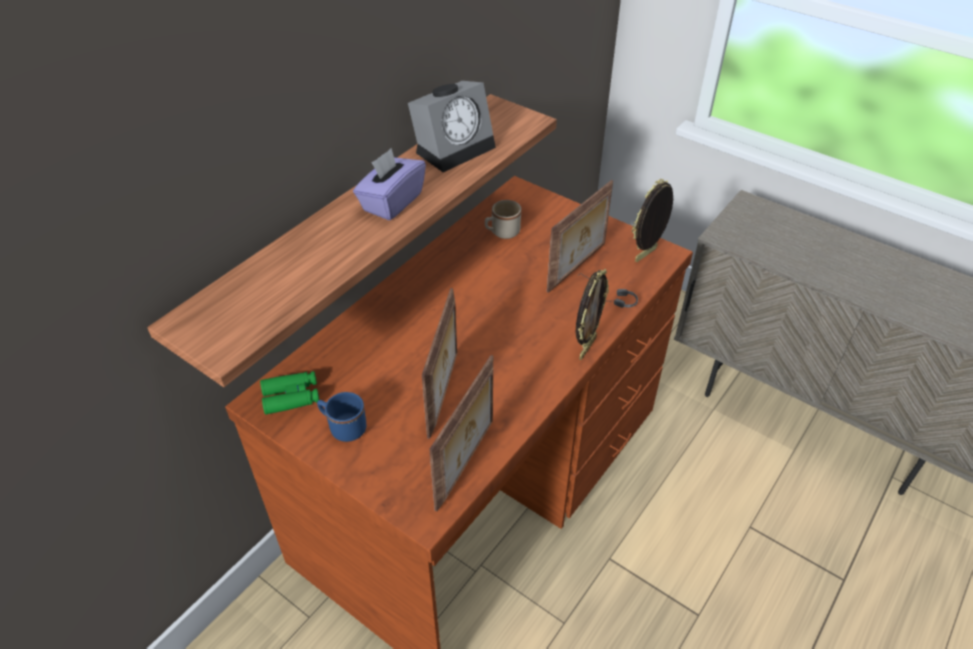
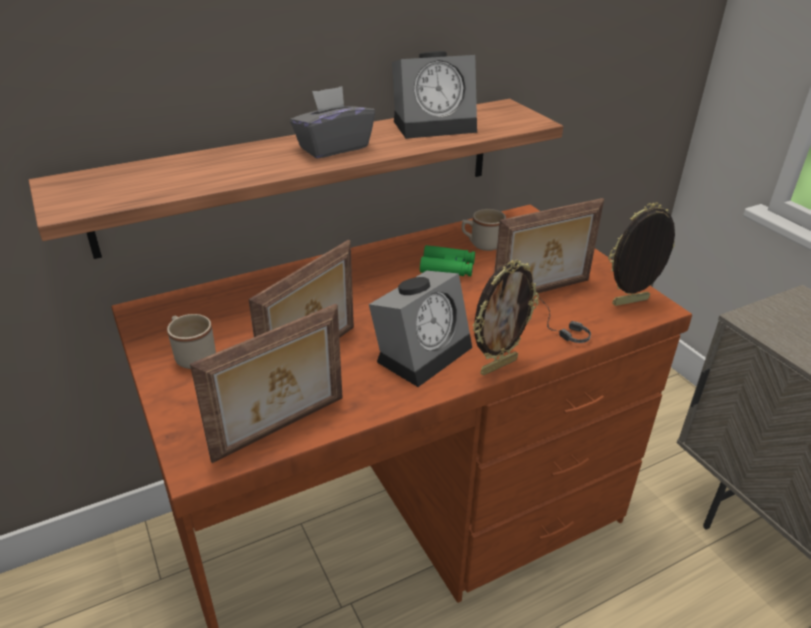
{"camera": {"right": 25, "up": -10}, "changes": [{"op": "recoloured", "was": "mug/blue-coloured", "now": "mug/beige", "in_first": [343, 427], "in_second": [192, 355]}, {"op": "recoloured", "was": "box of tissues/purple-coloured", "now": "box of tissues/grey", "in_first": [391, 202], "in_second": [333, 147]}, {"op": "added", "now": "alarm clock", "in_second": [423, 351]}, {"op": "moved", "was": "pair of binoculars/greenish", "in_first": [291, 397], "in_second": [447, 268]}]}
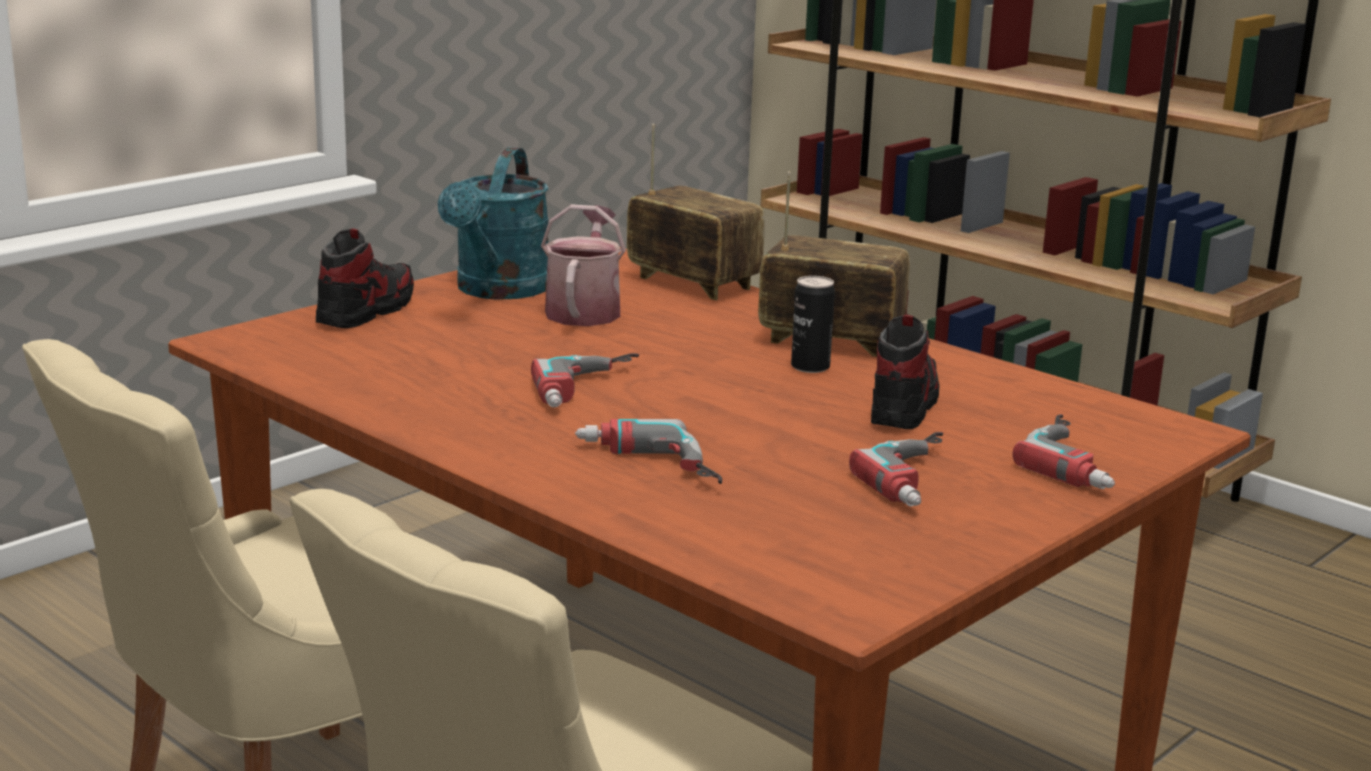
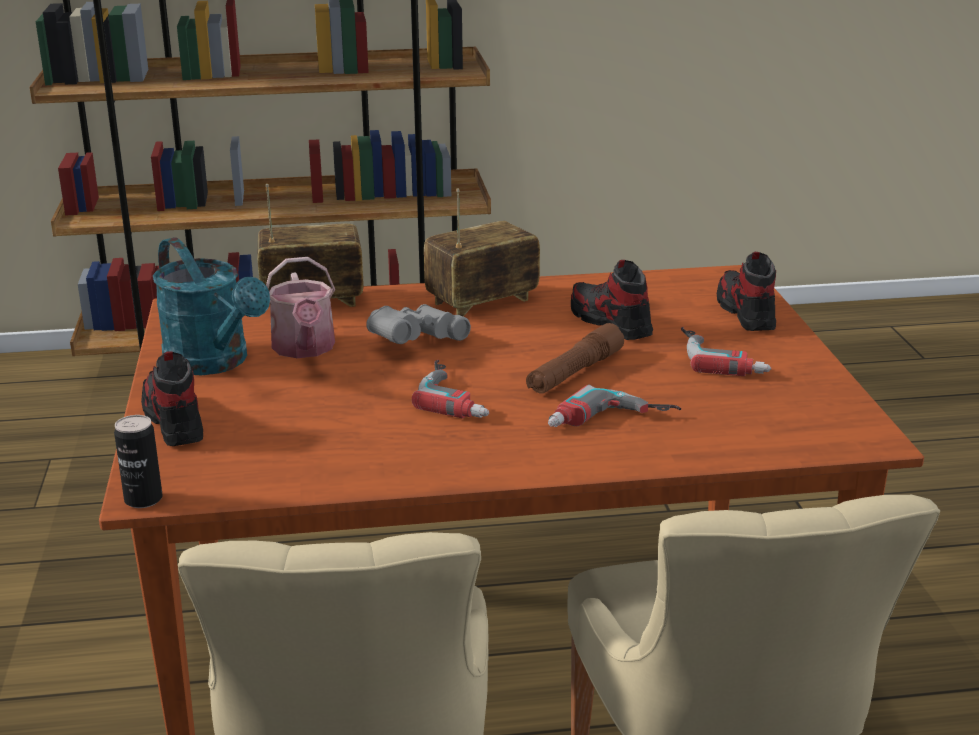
{"camera": {"right": -50, "up": 5}, "changes": [{"op": "moved", "was": "can", "in_first": [810, 367], "in_second": [143, 499]}, {"op": "turned", "was": "watering pot", "in_first": [584, 310], "in_second": [304, 349], "clockwise": -150}, {"op": "added", "now": "pair of binoculars/grey", "in_second": [413, 342]}, {"op": "added", "now": "torch/brown", "in_second": [575, 373]}, {"op": "replaced", "was": "drill", "now": "shoe", "in_first": [1081, 461], "in_second": [745, 313]}]}
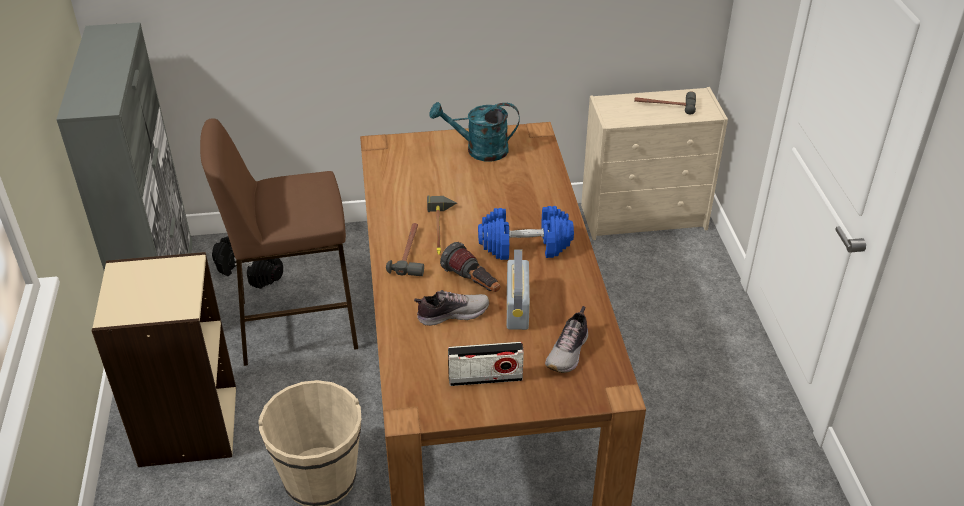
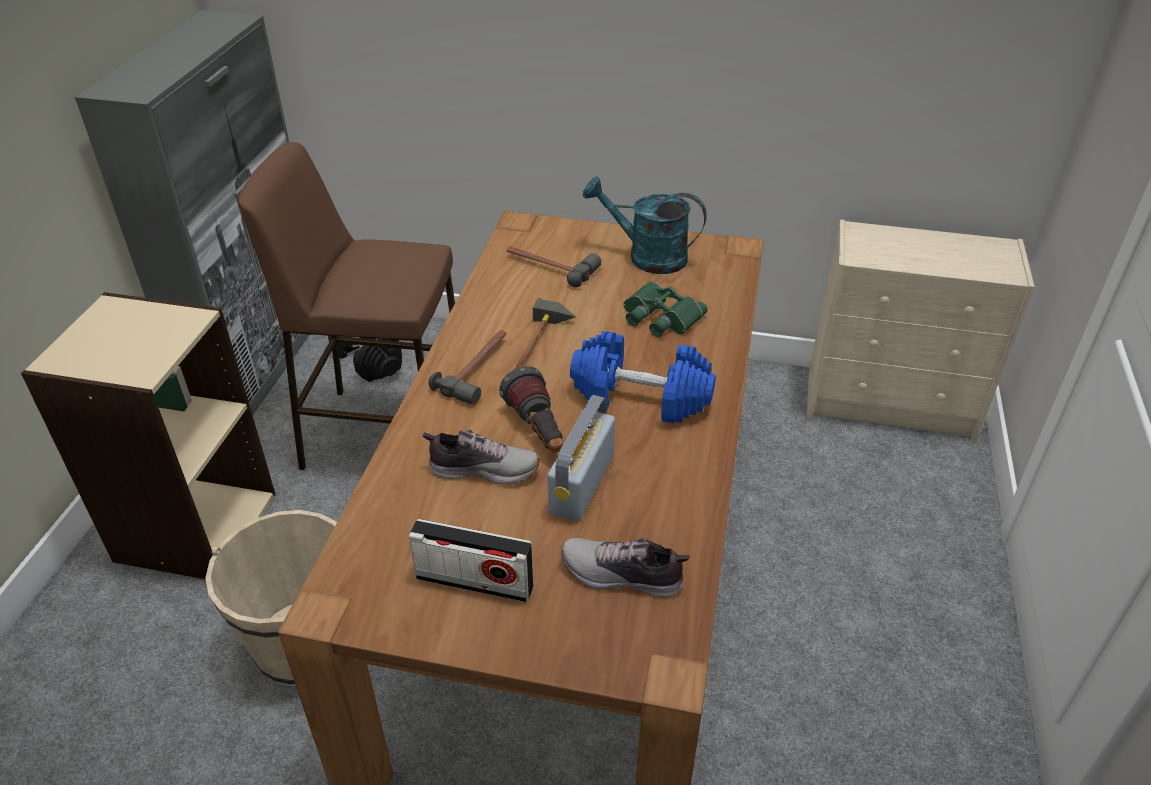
{"camera": {"right": 20, "up": 0}, "changes": [{"op": "moved", "was": "hammer", "in_first": [664, 105], "in_second": [549, 267]}, {"op": "turned", "was": "shoe", "in_first": [568, 352], "in_second": [622, 576], "clockwise": 60}, {"op": "added", "now": "pair of binoculars/greenish", "in_second": [659, 317]}]}
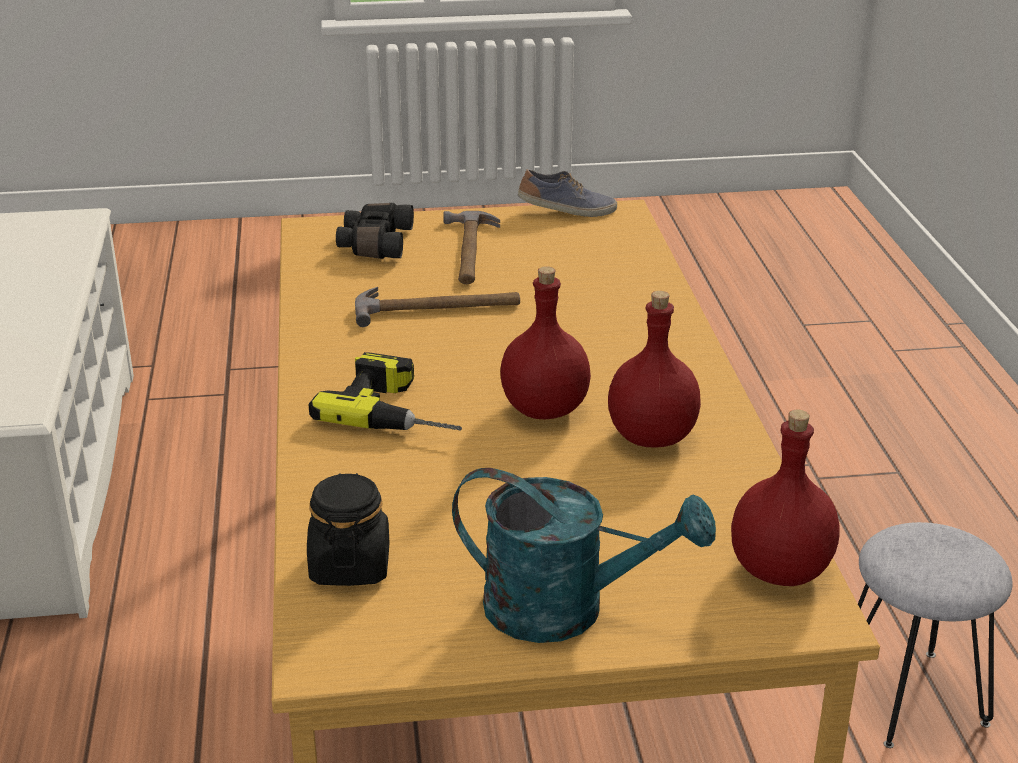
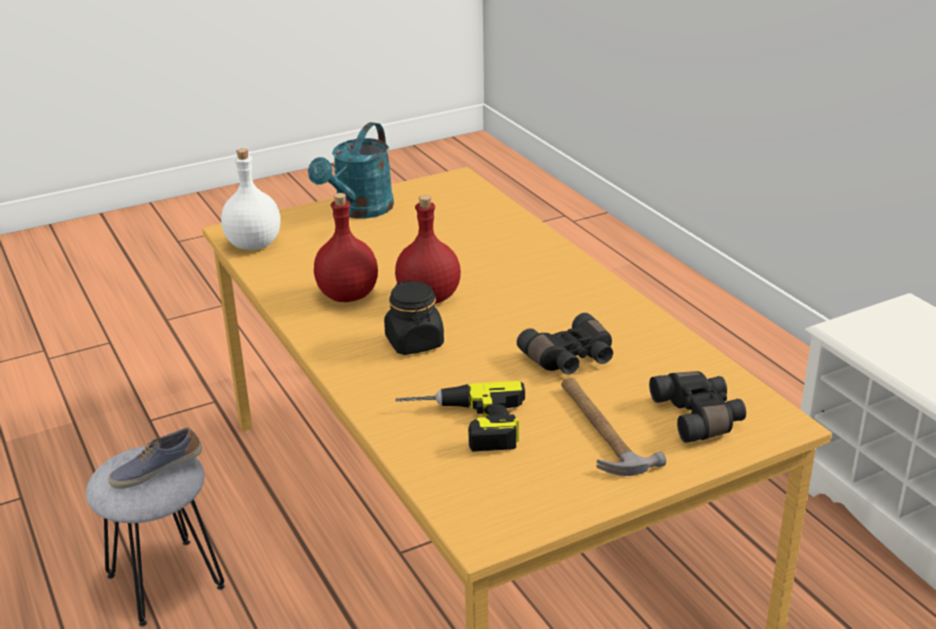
{"camera": {"right": 160, "up": 0}, "changes": [{"op": "moved", "was": "shoe", "in_first": [567, 211], "in_second": [157, 470]}, {"op": "recoloured", "was": "bottle/red", "now": "bottle/whitish", "in_first": [781, 569], "in_second": [253, 245]}, {"op": "turned", "was": "watering pot/turquoise", "in_first": [566, 610], "in_second": [359, 211], "clockwise": -60}, {"op": "moved", "was": "jar/black-coloured", "in_first": [350, 565], "in_second": [414, 343]}, {"op": "moved", "was": "drill", "in_first": [400, 409], "in_second": [462, 425]}, {"op": "replaced", "was": "hammer", "now": "pair of binoculars/black-coloured", "in_first": [438, 308], "in_second": [570, 359]}]}
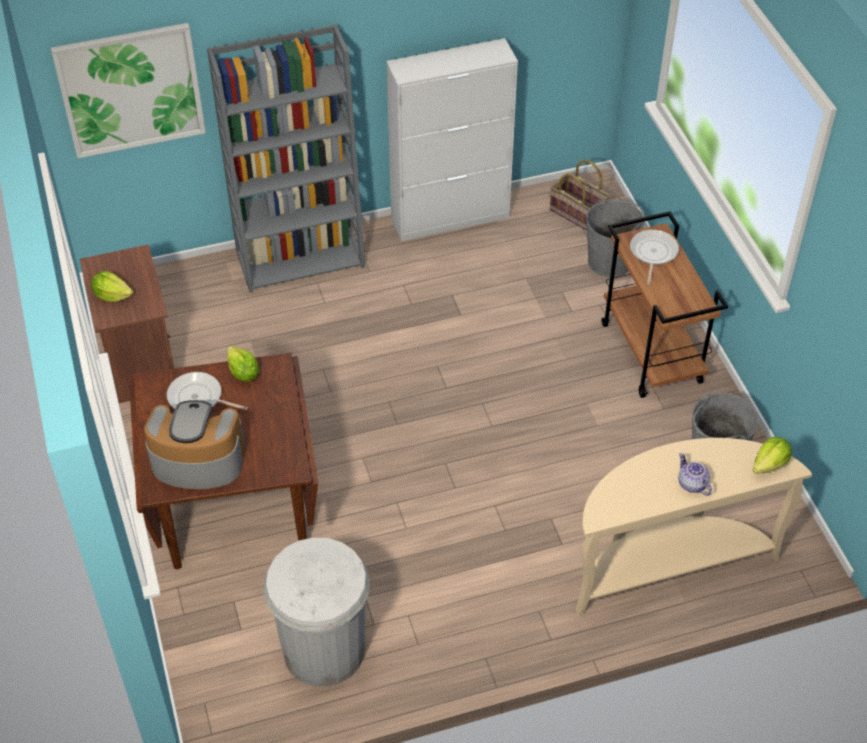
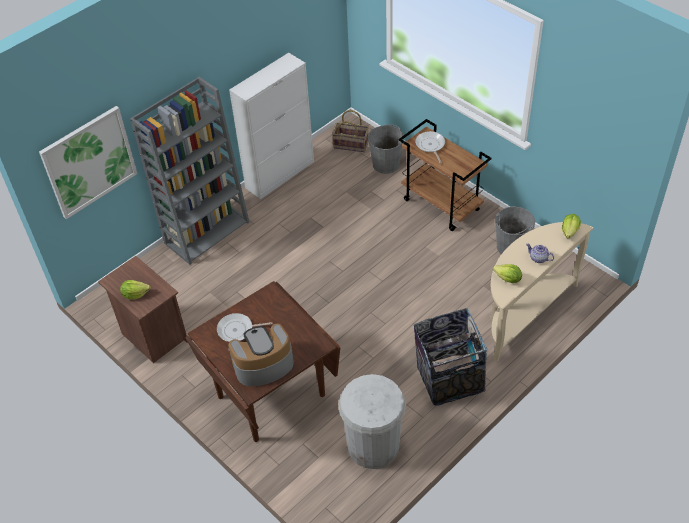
{"camera": {"right": -25, "up": 0}, "changes": [{"op": "added", "now": "trash can", "in_second": [448, 381]}, {"op": "moved", "was": "lettuce", "in_first": [243, 373], "in_second": [508, 279]}]}
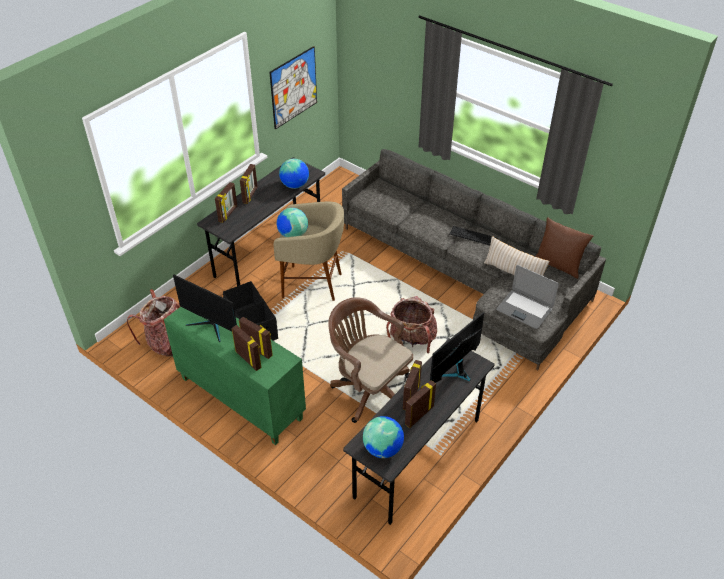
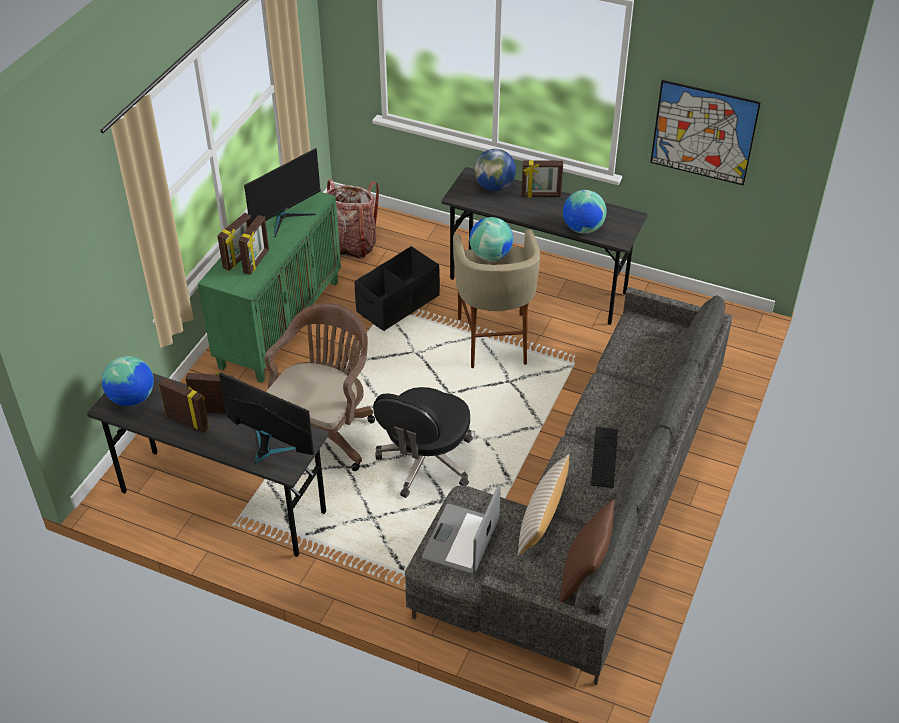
{"camera": {"right": 75, "up": 0}, "changes": [{"op": "turned", "was": "computer display", "in_first": [211, 325], "in_second": [285, 218], "clockwise": -150}, {"op": "replaced", "was": "backpack", "now": "computer chair/black-coloured", "in_first": [412, 340], "in_second": [425, 462]}, {"op": "replaced", "was": "standing frame", "now": "desk globe", "in_first": [228, 214], "in_second": [494, 186]}]}
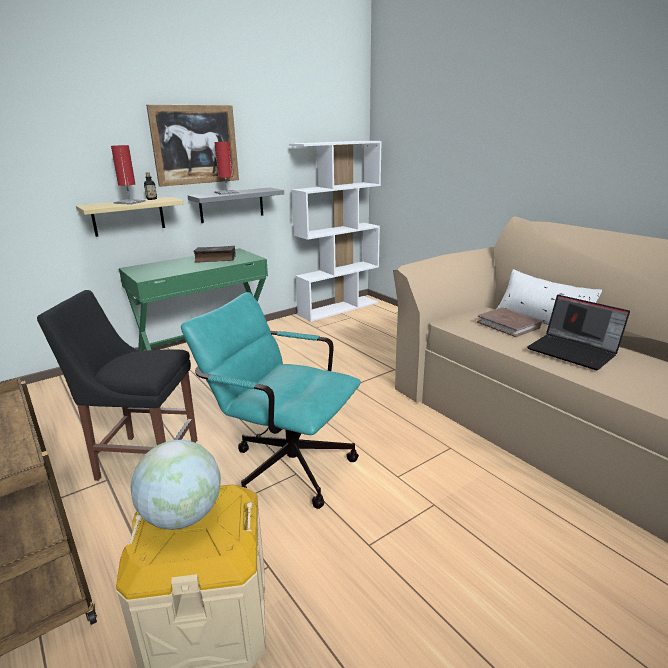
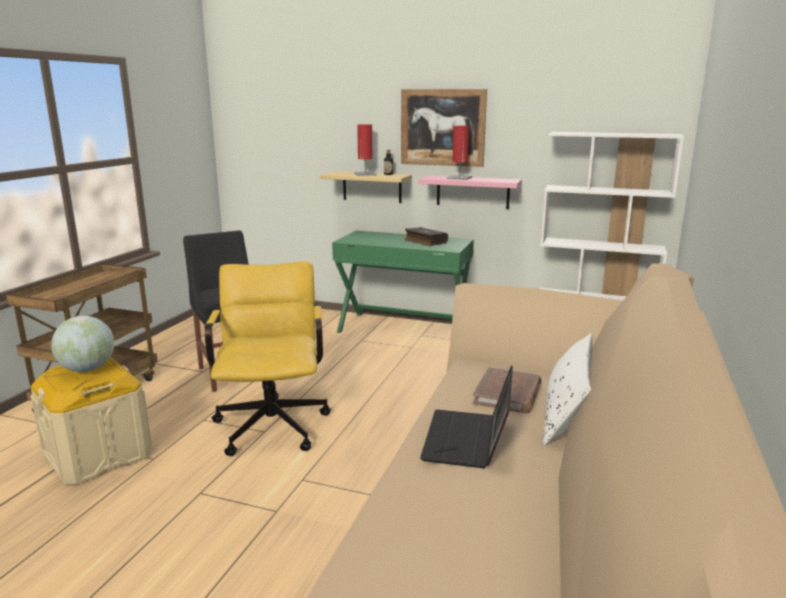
{"camera": {"right": 55, "up": -5}, "changes": [{"op": "recoloured", "was": "computer chair/turquoise", "now": "computer chair/yellow-coloured", "in_first": [283, 463], "in_second": [273, 421]}, {"op": "recoloured", "was": "wall shelf/grey", "now": "wall shelf/pinkish", "in_first": [231, 205], "in_second": [472, 192]}]}
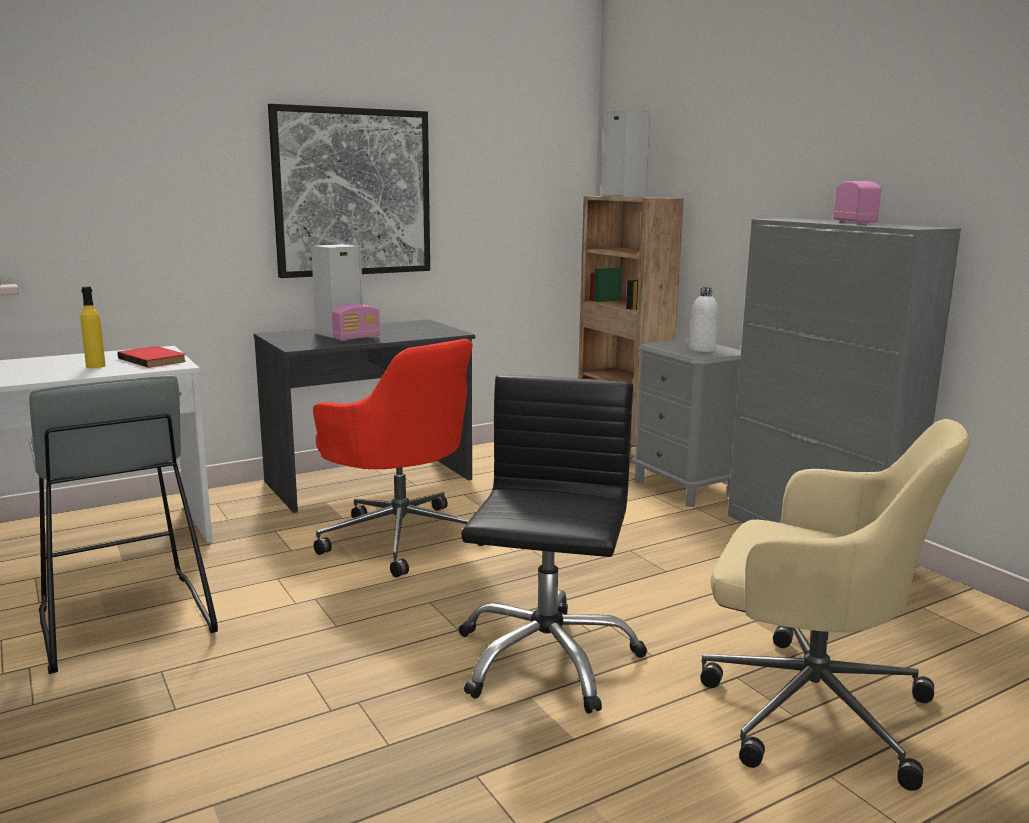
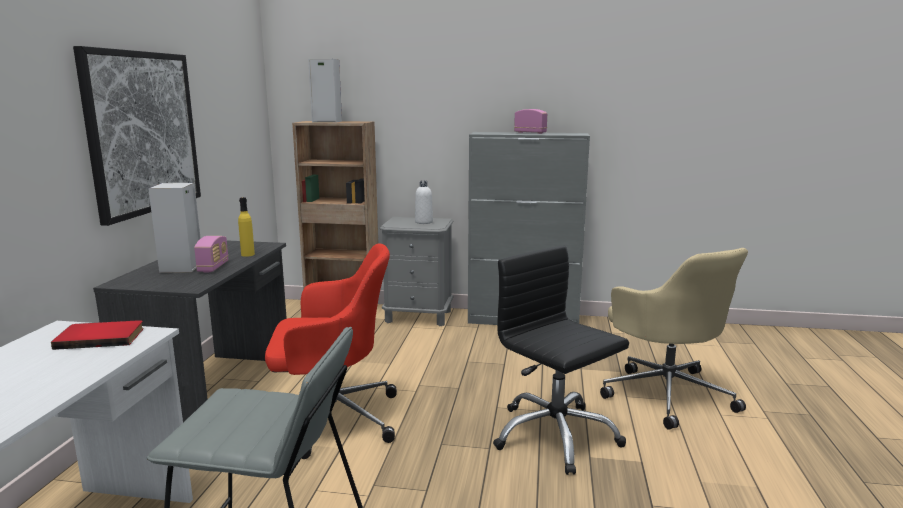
{"camera": {"right": -50, "up": 0}, "changes": [{"op": "moved", "was": "bottle/yellow-coloured", "in_first": [95, 366], "in_second": [248, 254]}, {"op": "turned", "was": "computer chair/beige", "in_first": [808, 707], "in_second": [666, 393], "clockwise": 90}]}
